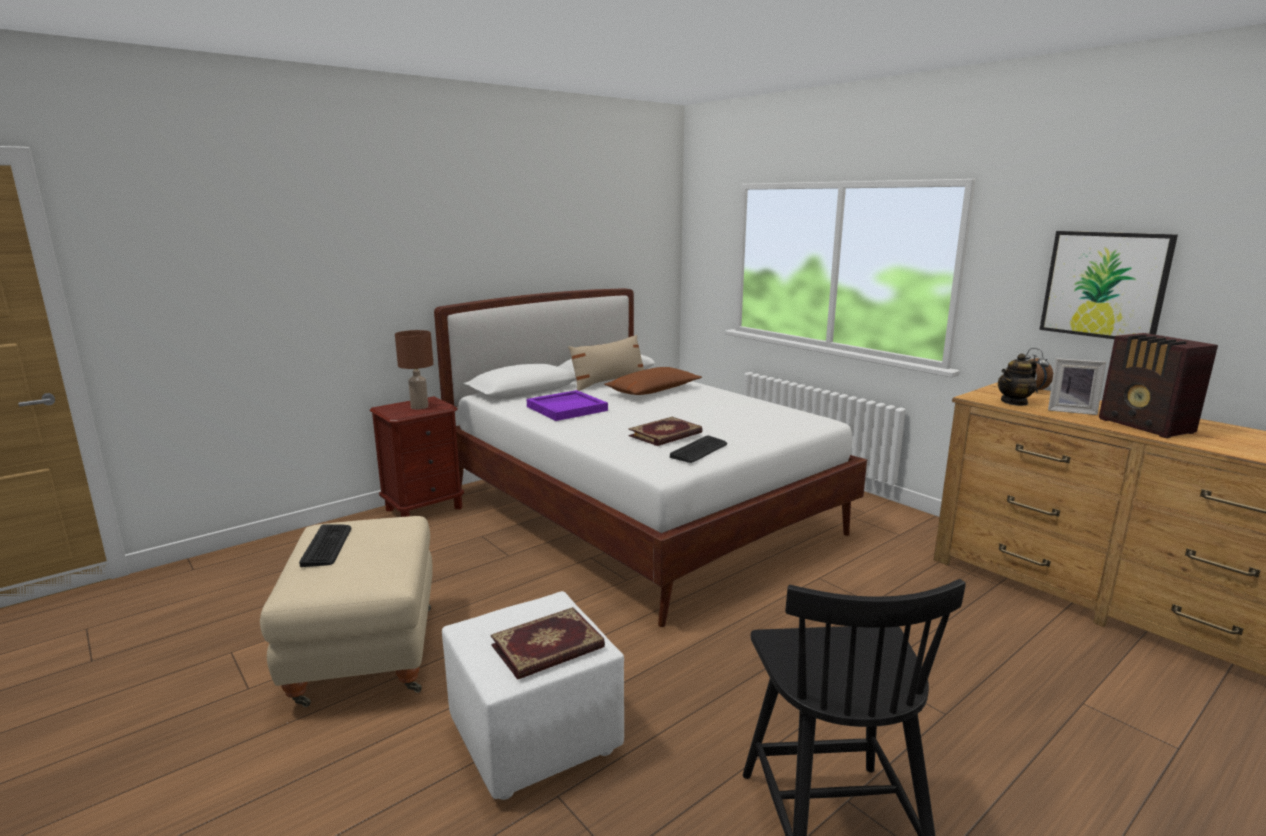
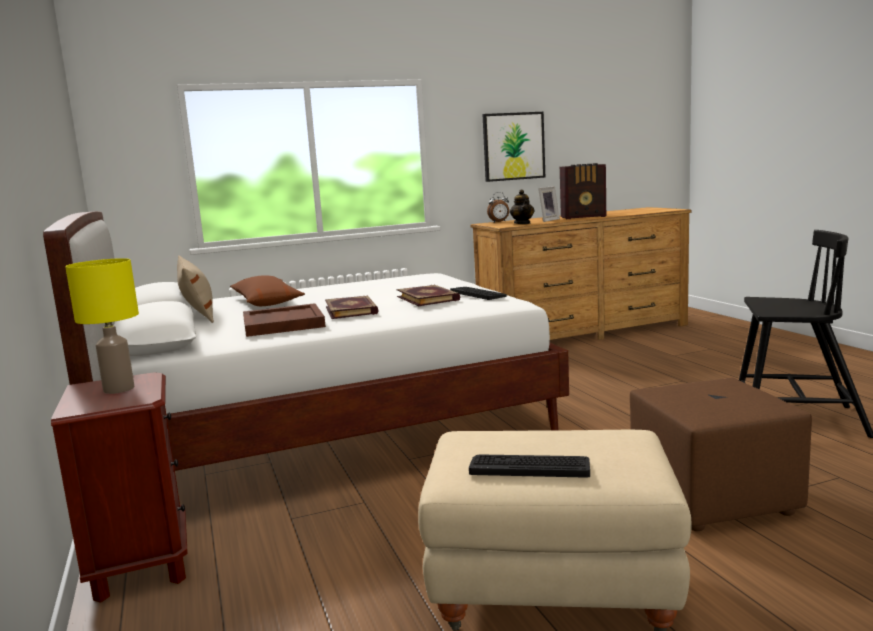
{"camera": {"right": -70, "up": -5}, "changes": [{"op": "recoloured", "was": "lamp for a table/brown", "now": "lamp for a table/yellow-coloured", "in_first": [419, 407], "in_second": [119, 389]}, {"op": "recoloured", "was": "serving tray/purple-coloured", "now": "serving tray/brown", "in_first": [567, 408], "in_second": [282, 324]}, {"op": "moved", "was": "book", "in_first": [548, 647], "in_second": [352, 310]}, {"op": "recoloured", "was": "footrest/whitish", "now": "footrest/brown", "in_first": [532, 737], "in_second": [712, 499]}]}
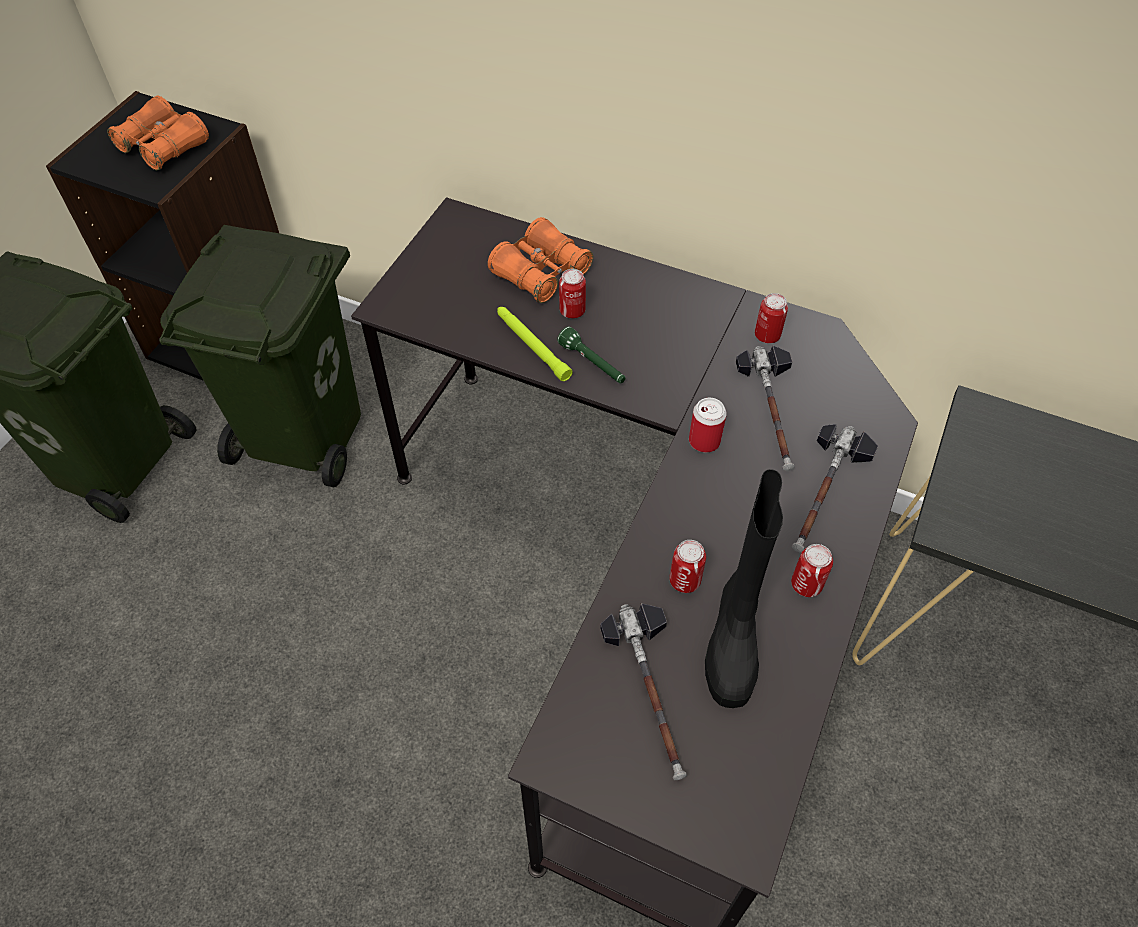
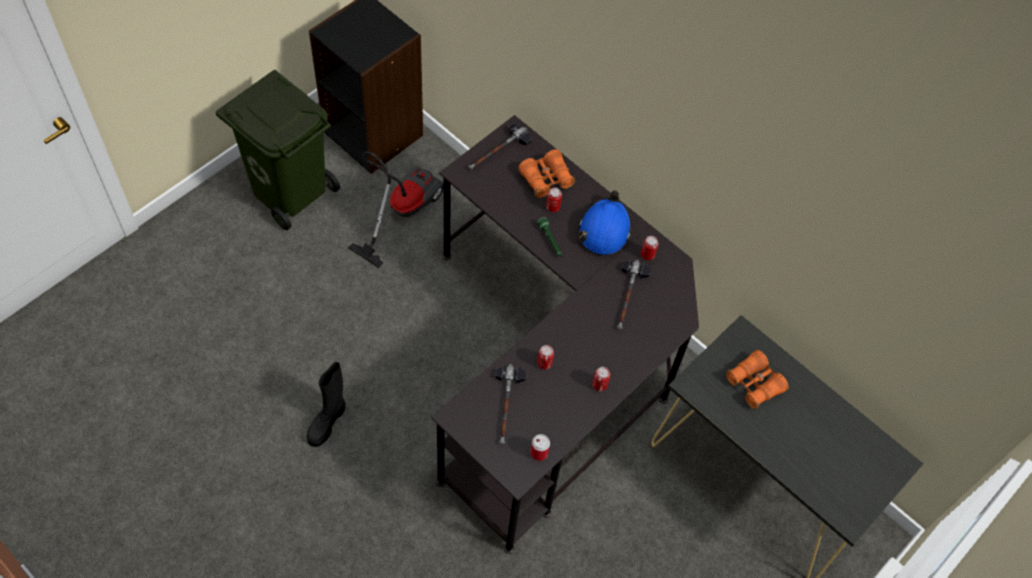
{"camera": {"right": 15, "up": 5}, "changes": [{"op": "moved", "was": "high-top boot/black-coloured", "in_first": [733, 640], "in_second": [327, 421]}, {"op": "replaced", "was": "trash can/greenish", "now": "vacuum cleaner", "in_first": [307, 434], "in_second": [401, 210]}, {"op": "moved", "was": "hammer", "in_first": [825, 493], "in_second": [498, 151]}, {"op": "moved", "was": "can", "in_first": [704, 441], "in_second": [539, 452]}, {"op": "added", "now": "work helmet/blue-coloured", "in_second": [604, 230]}, {"op": "moved", "was": "pair of binoculars/orange", "in_first": [163, 146], "in_second": [754, 384]}, {"op": "removed", "was": "torch/greenish", "in_first": [532, 346]}]}
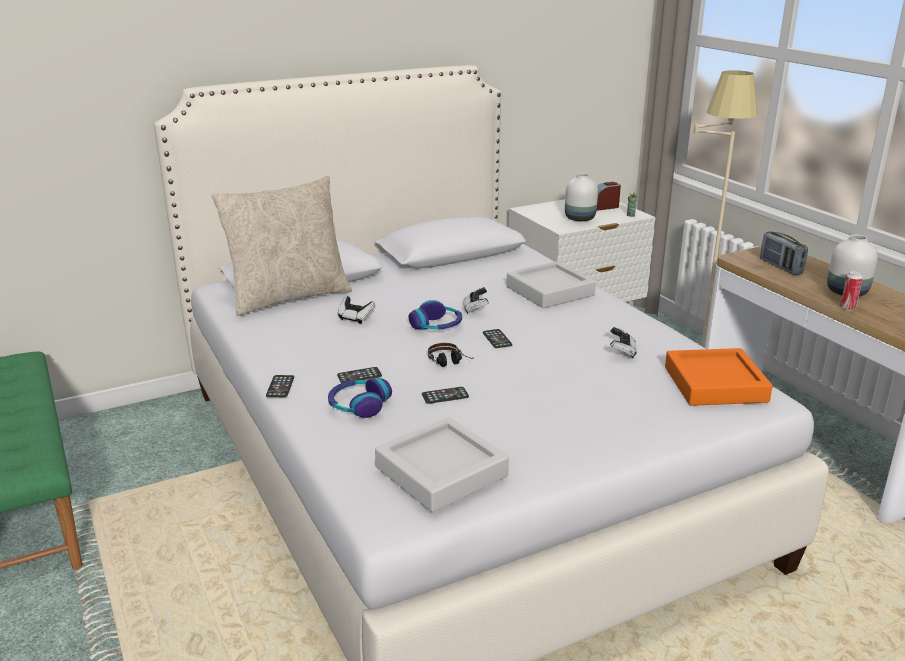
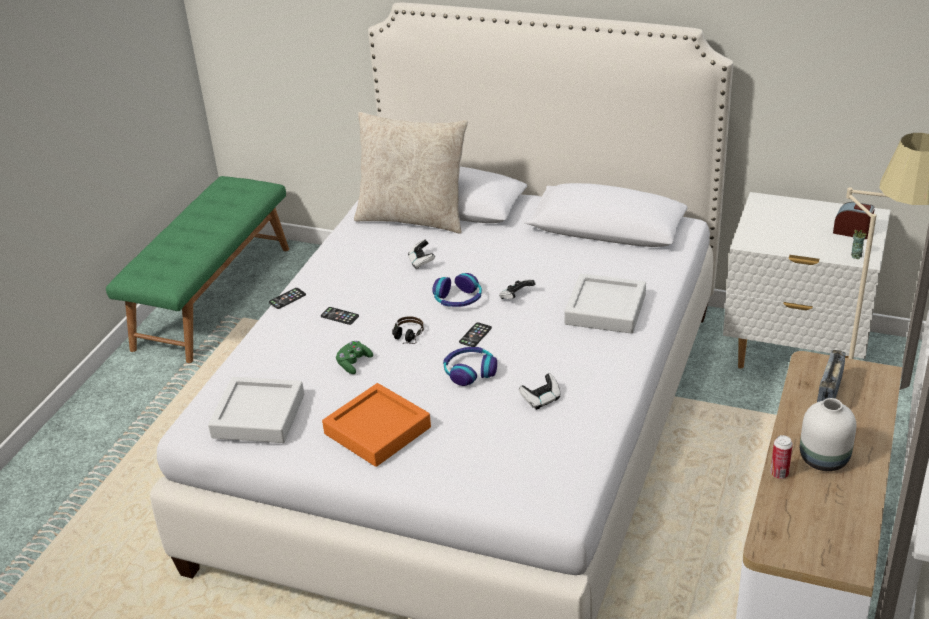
{"camera": {"right": 50, "up": 10}, "changes": [{"op": "moved", "was": "serving tray/orange", "in_first": [715, 384], "in_second": [377, 430]}, {"op": "replaced", "was": "phone", "now": "game controller/greenish", "in_first": [445, 396], "in_second": [353, 363]}, {"op": "moved", "was": "headset", "in_first": [359, 405], "in_second": [470, 371]}, {"op": "removed", "was": "vase/whitish", "in_first": [580, 218]}]}
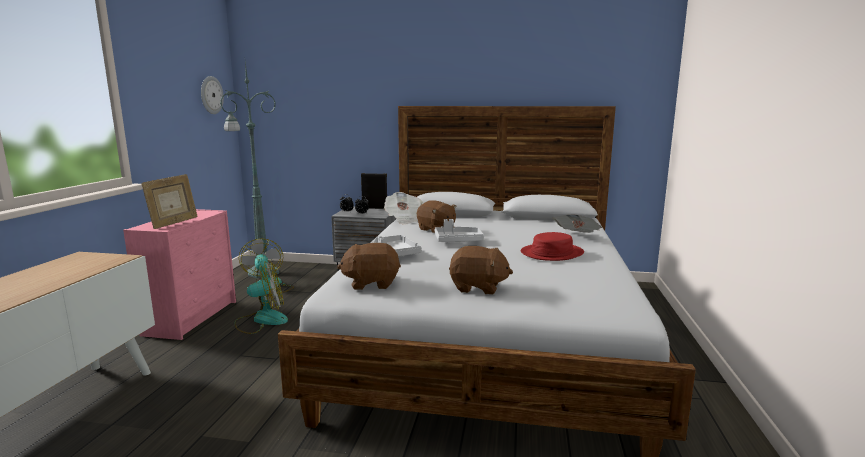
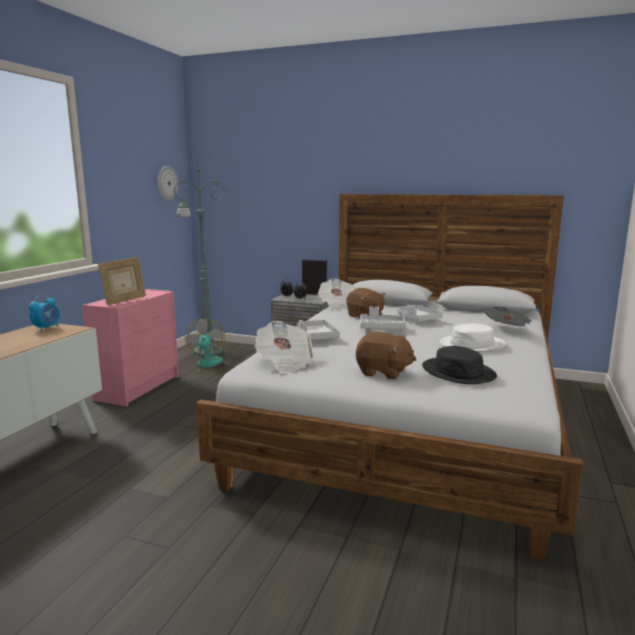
{"camera": {"right": 10, "up": 0}, "changes": [{"op": "added", "now": "alarm clock", "in_second": [47, 328]}, {"op": "replaced", "was": "plush toy/brown", "now": "newspaper", "in_first": [371, 283], "in_second": [284, 362]}, {"op": "added", "now": "serving tray/grey", "in_second": [416, 319]}, {"op": "added", "now": "wearable hat/black-coloured", "in_second": [458, 372]}, {"op": "recoloured", "was": "wearable hat/red", "now": "wearable hat/whitish", "in_first": [551, 253], "in_second": [472, 344]}, {"op": "removed", "was": "electric fan", "in_first": [262, 320]}]}
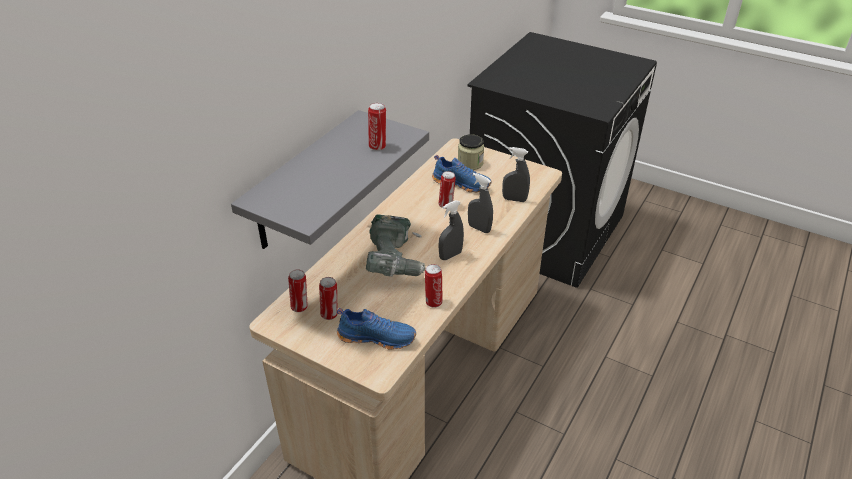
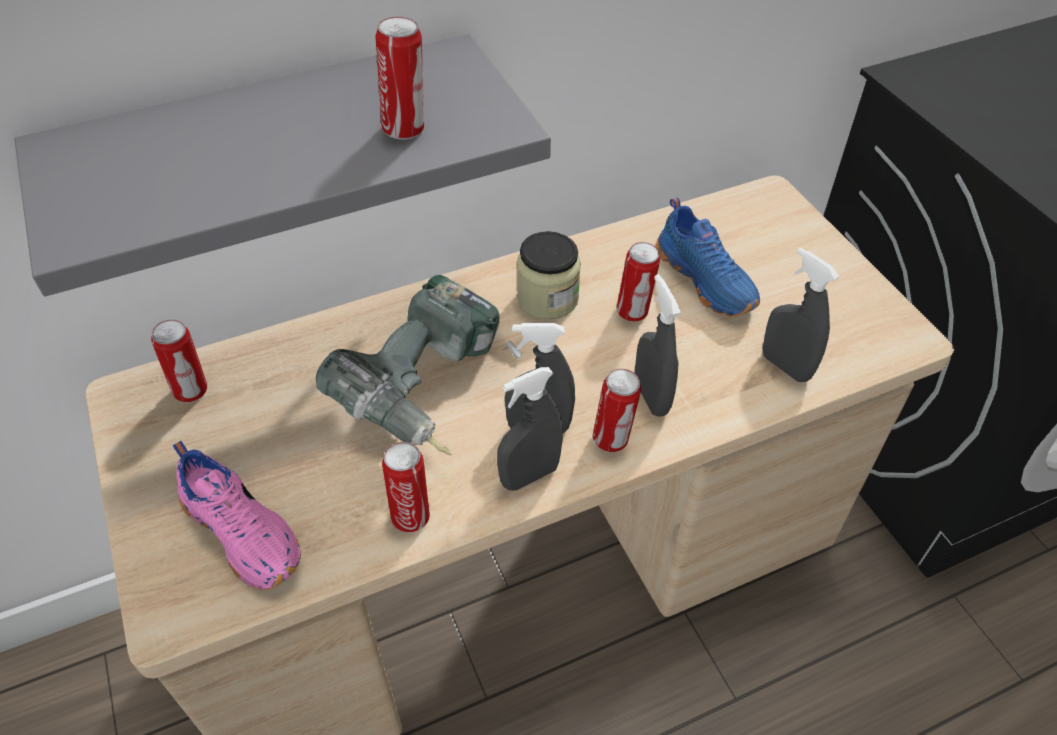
{"camera": {"right": 35, "up": 10}, "changes": [{"op": "recoloured", "was": "shoe/blue-coloured", "now": "shoe/pinkish", "in_first": [377, 337], "in_second": [244, 531]}, {"op": "added", "now": "hand sprayer/grey", "in_second": [529, 476]}, {"op": "moved", "was": "jar", "in_first": [470, 163], "in_second": [547, 298]}, {"op": "moved", "was": "can", "in_first": [330, 314], "in_second": [612, 440]}]}
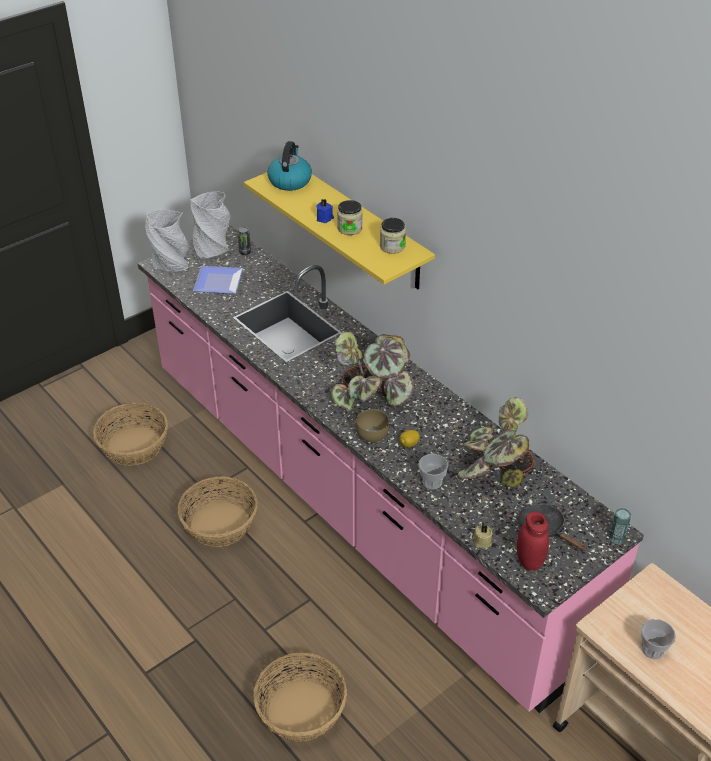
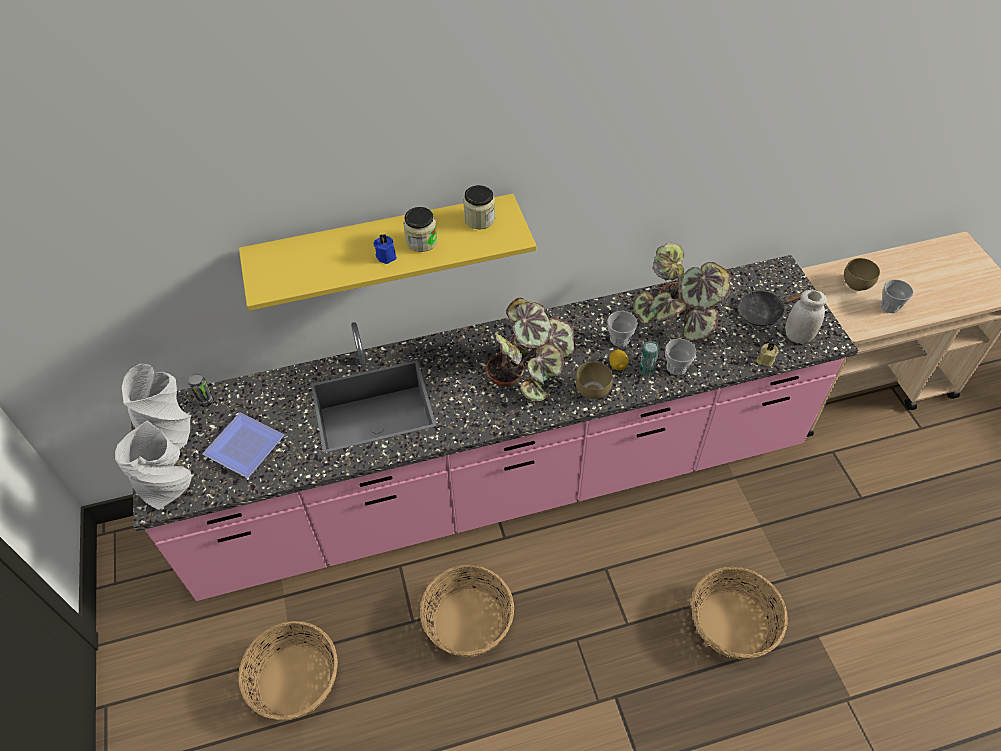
{"camera": {"right": -65, "up": 10}, "changes": [{"op": "added", "now": "cup", "in_second": [619, 339]}, {"op": "moved", "was": "can", "in_first": [616, 538], "in_second": [646, 370]}, {"op": "recoloured", "was": "jar/red", "now": "jar/whitish", "in_first": [529, 561], "in_second": [798, 336]}, {"op": "added", "now": "serving bowl/brown", "in_second": [856, 285]}, {"op": "removed", "was": "kettle", "in_first": [290, 181]}]}
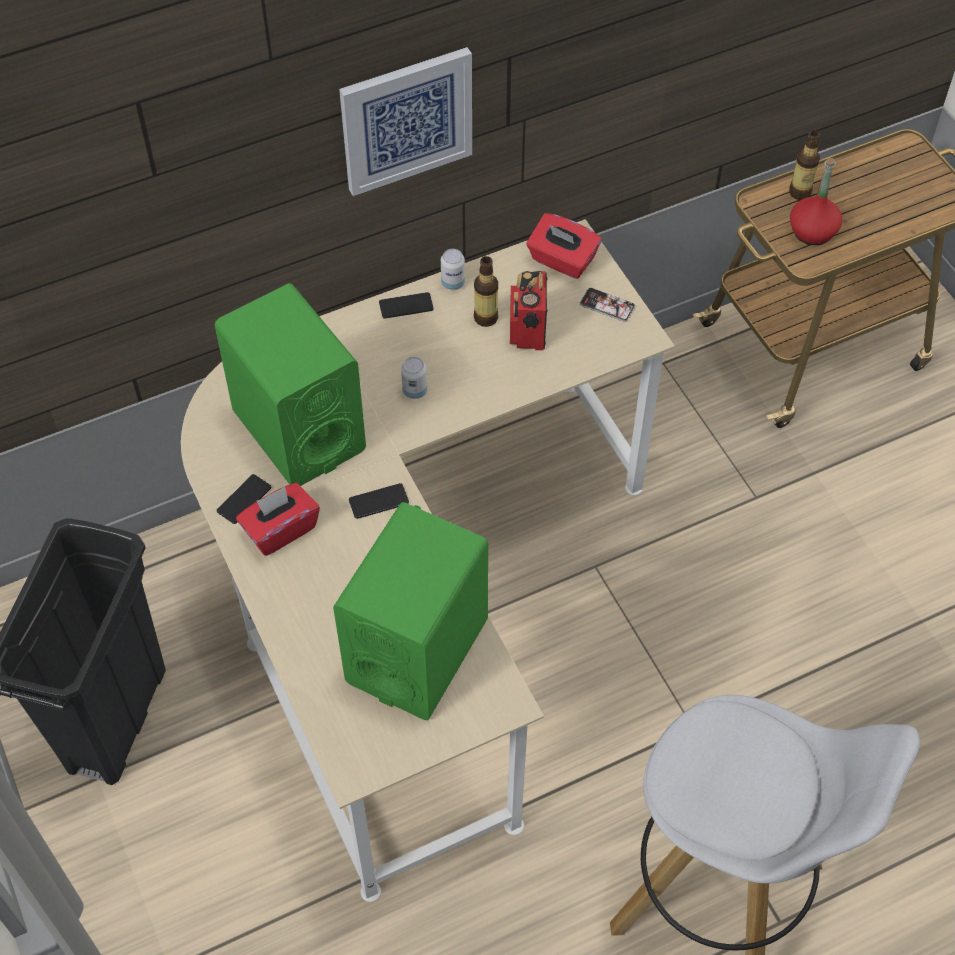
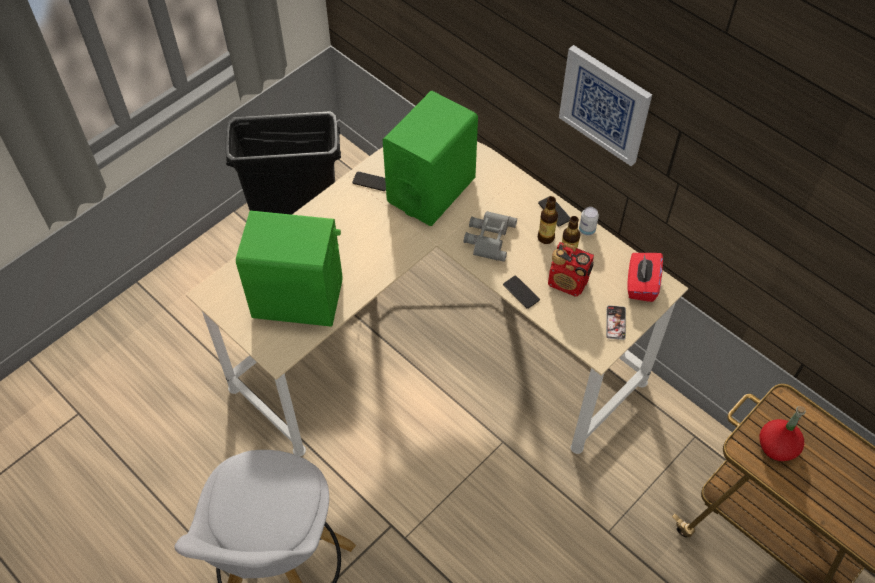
{"camera": {"right": 70, "up": 0}, "changes": [{"op": "replaced", "was": "can", "now": "pair of binoculars/grey", "in_first": [415, 391], "in_second": [488, 237]}, {"op": "moved", "was": "phone", "in_first": [378, 501], "in_second": [521, 292]}, {"op": "moved", "was": "bottle", "in_first": [800, 192], "in_second": [546, 237]}, {"op": "turned", "was": "radio set", "in_first": [527, 331], "in_second": [568, 283], "clockwise": -135}, {"op": "removed", "was": "box of tissues/red", "in_first": [280, 530]}]}
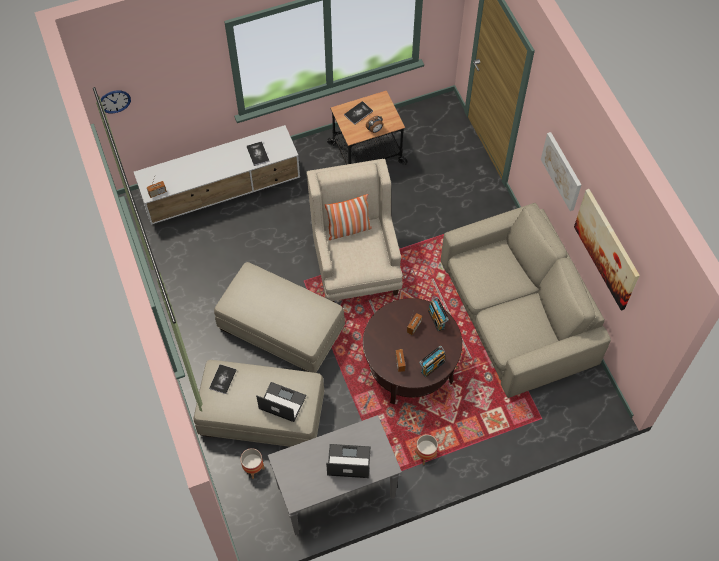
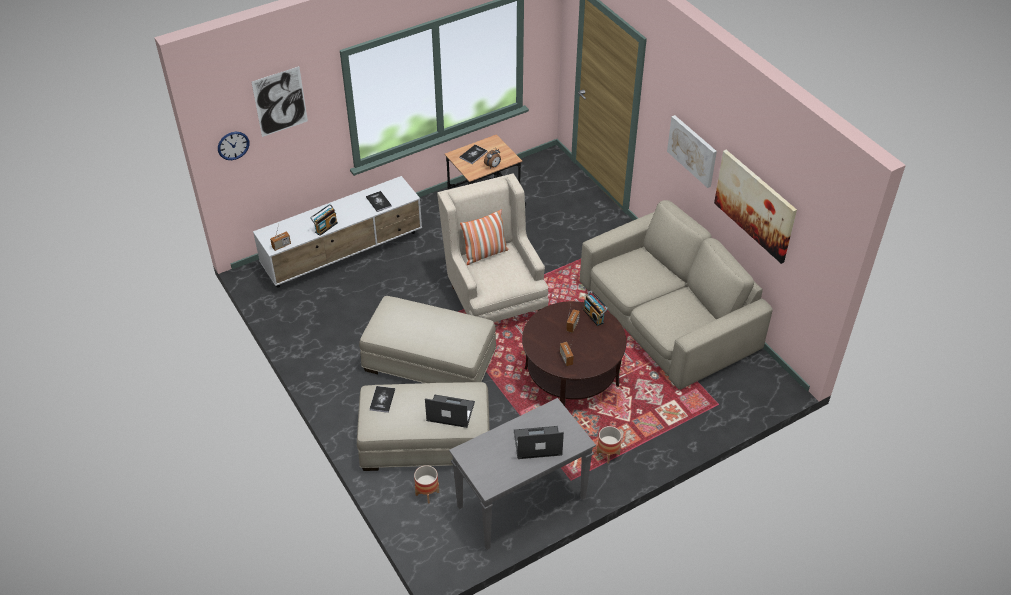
{"camera": {"right": -10, "up": -15}, "changes": [{"op": "added", "now": "wall art", "in_second": [280, 101]}, {"op": "moved", "was": "radio set", "in_first": [432, 366], "in_second": [325, 227]}]}
